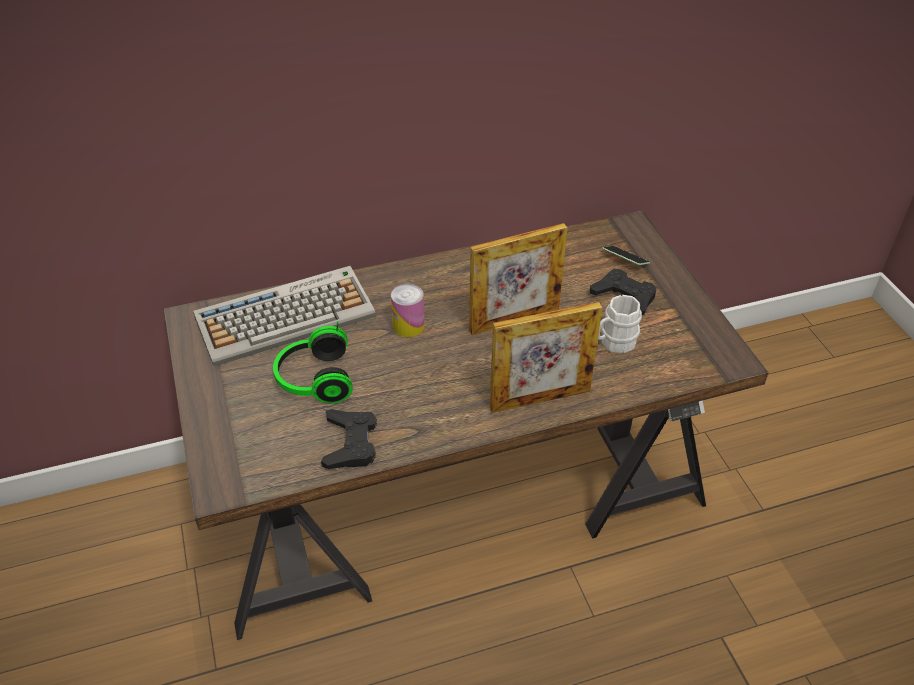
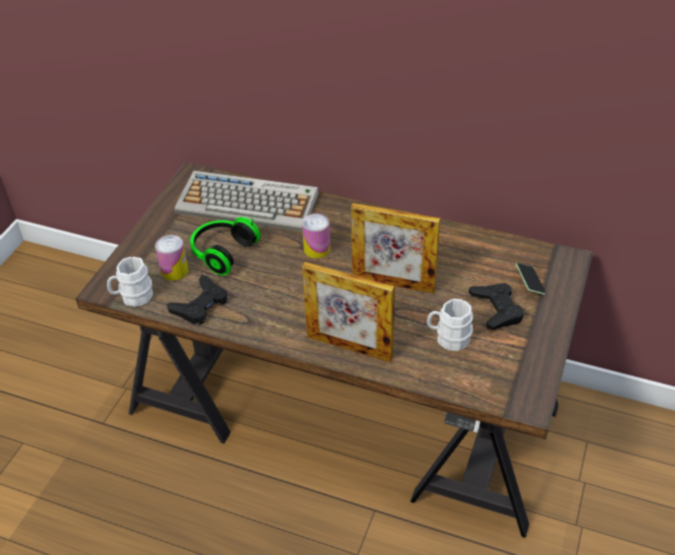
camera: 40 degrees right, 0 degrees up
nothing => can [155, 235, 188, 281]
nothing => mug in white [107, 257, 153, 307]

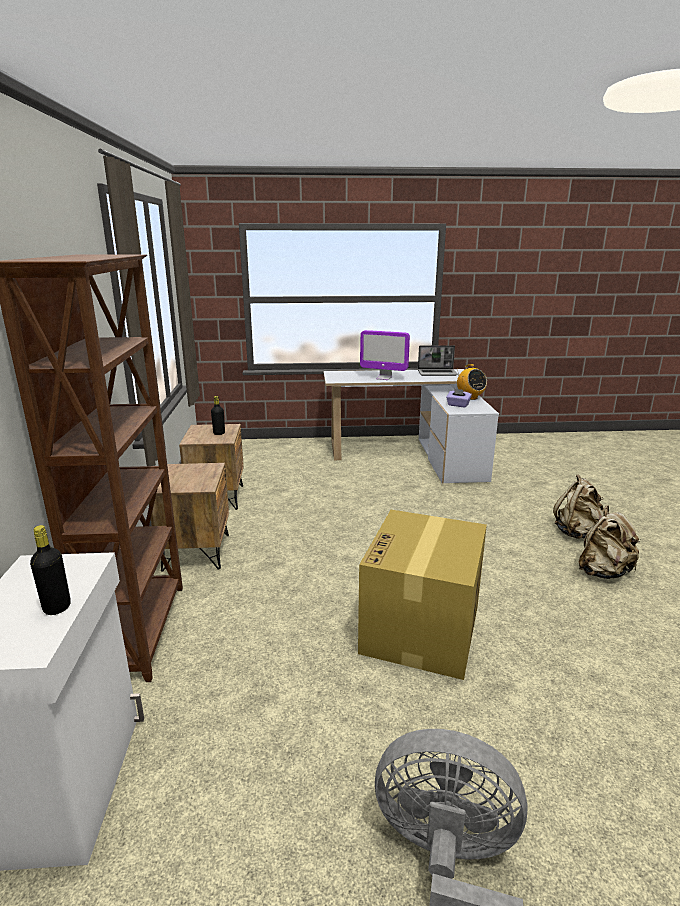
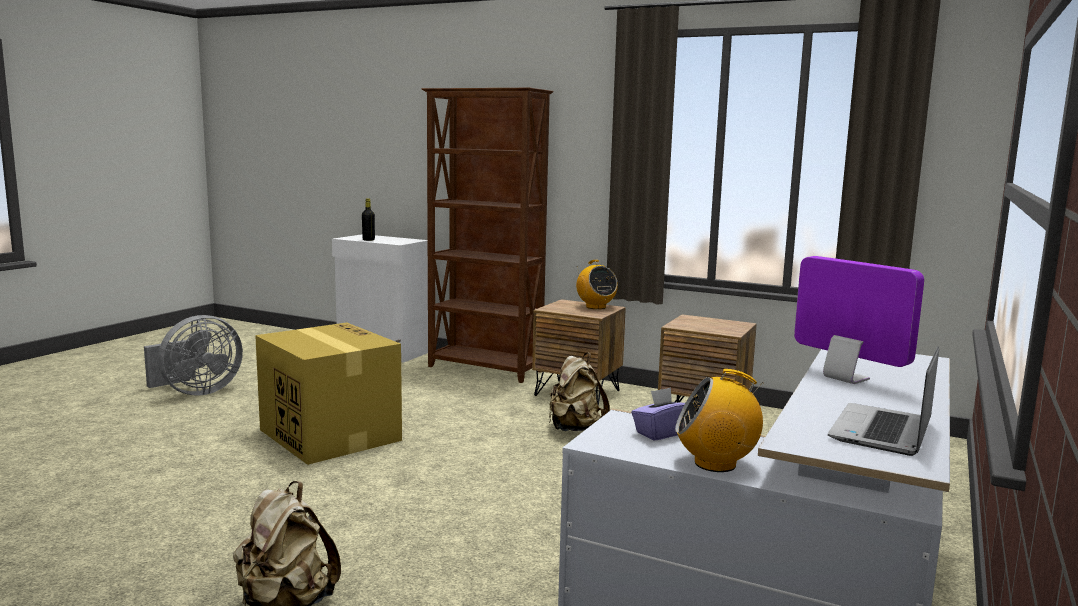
camera: 120 degrees right, 10 degrees down
monitor [360, 330, 410, 380] => monitor [794, 256, 924, 384], 90 degrees clockwise
bottle in black [211, 396, 225, 435] => nothing
backpack in beige [579, 505, 641, 579] => backpack in beige [549, 353, 610, 431], shifted
nothing => radio [576, 260, 618, 309]

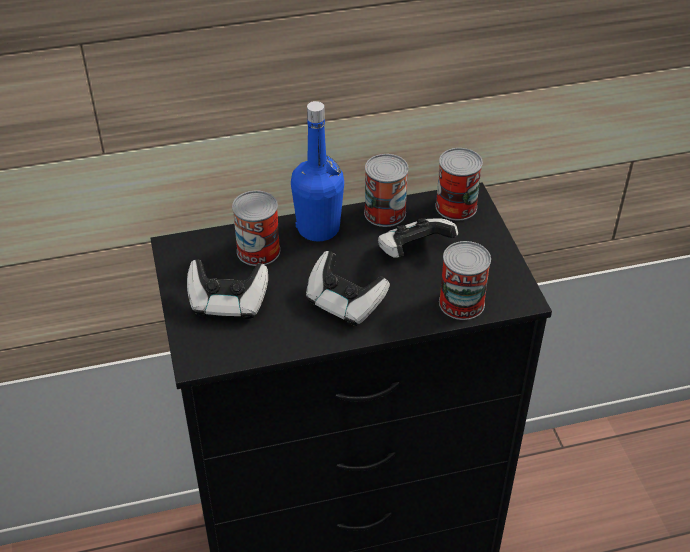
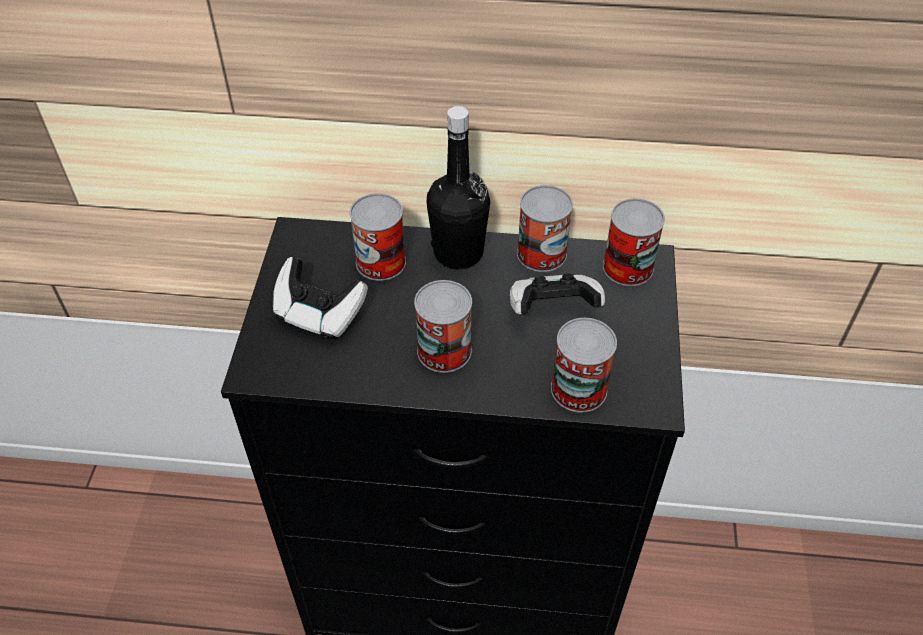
camera: 20 degrees right, 5 degrees up
bottle in blue [291, 101, 344, 242] => bottle in black [426, 106, 490, 269]
game controller [306, 251, 390, 326] => can [414, 280, 472, 373]

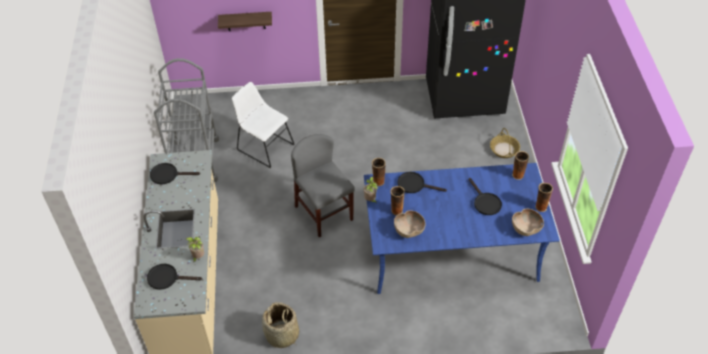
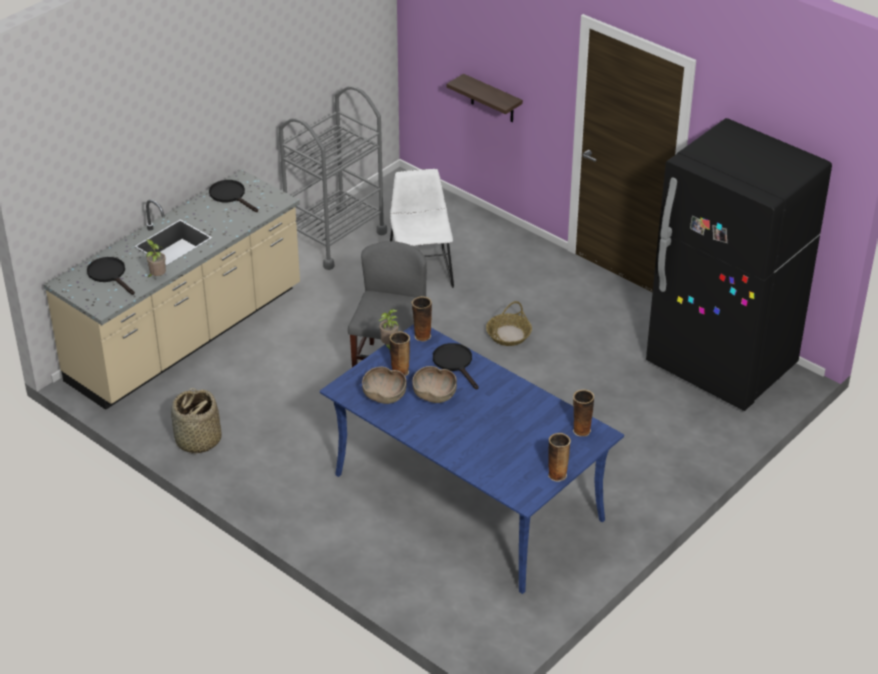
camera: 45 degrees right, 10 degrees down
basket [490, 128, 520, 158] => basket [486, 301, 532, 346], shifted
frying pan in black [469, 178, 502, 215] => nothing
bowl in brown [512, 209, 544, 236] => bowl in brown [412, 366, 457, 403], shifted

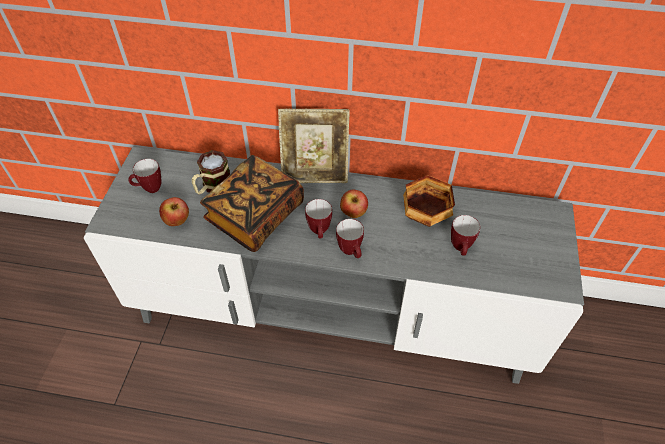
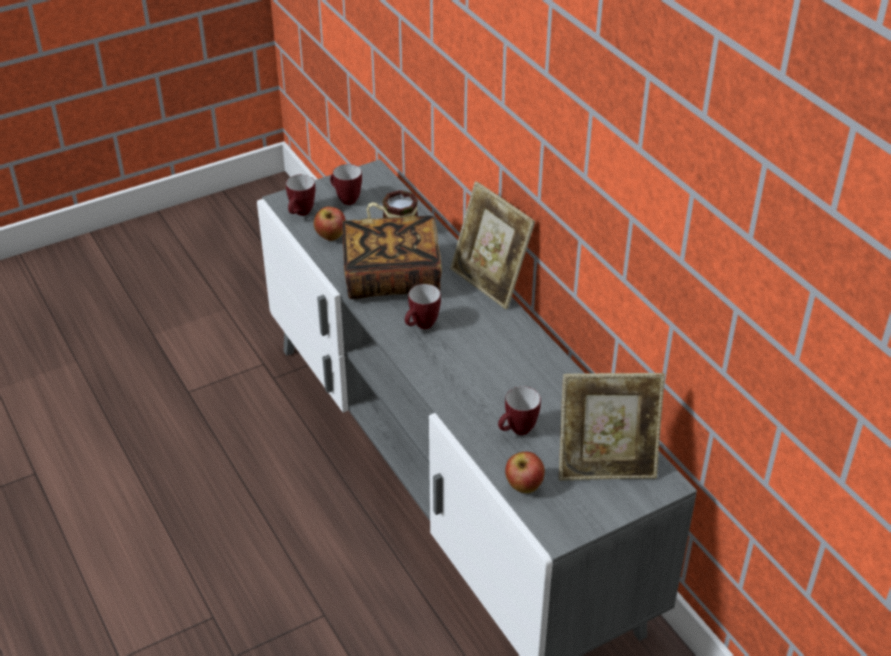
camera: 50 degrees right, 10 degrees down
bowl [403, 175, 455, 227] => nothing
apple [340, 189, 368, 218] => apple [505, 452, 545, 493], shifted
mug [336, 219, 364, 258] => mug [286, 174, 315, 216], shifted
nothing => picture frame [559, 373, 665, 481]

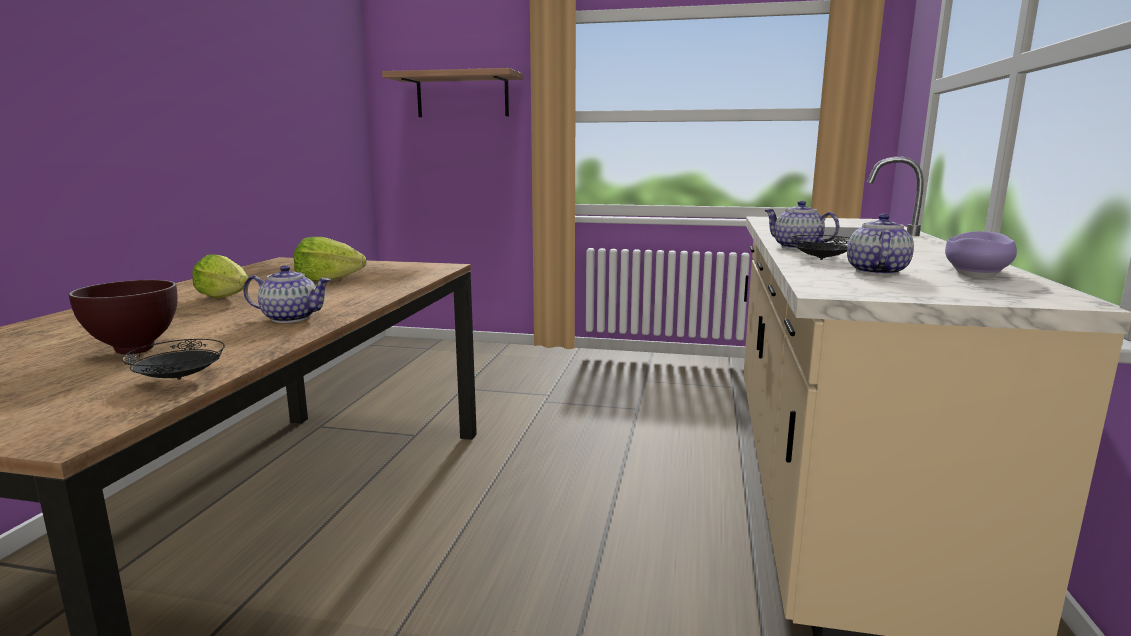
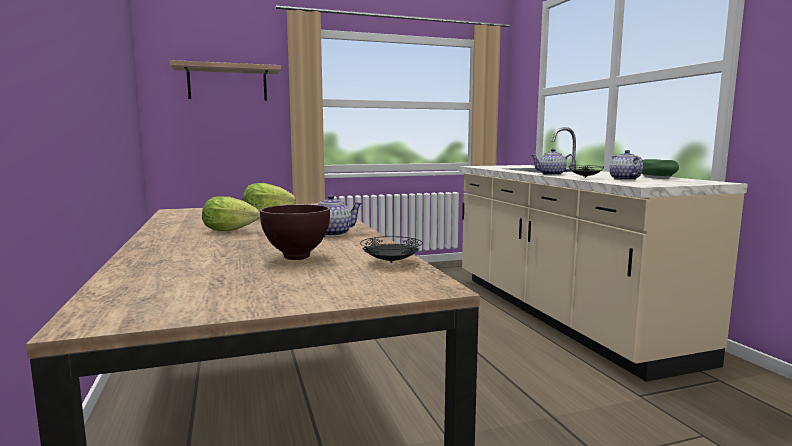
camera: 30 degrees left, 5 degrees down
bowl in purple [945, 231, 1017, 278] => bowl in green [642, 159, 679, 179]

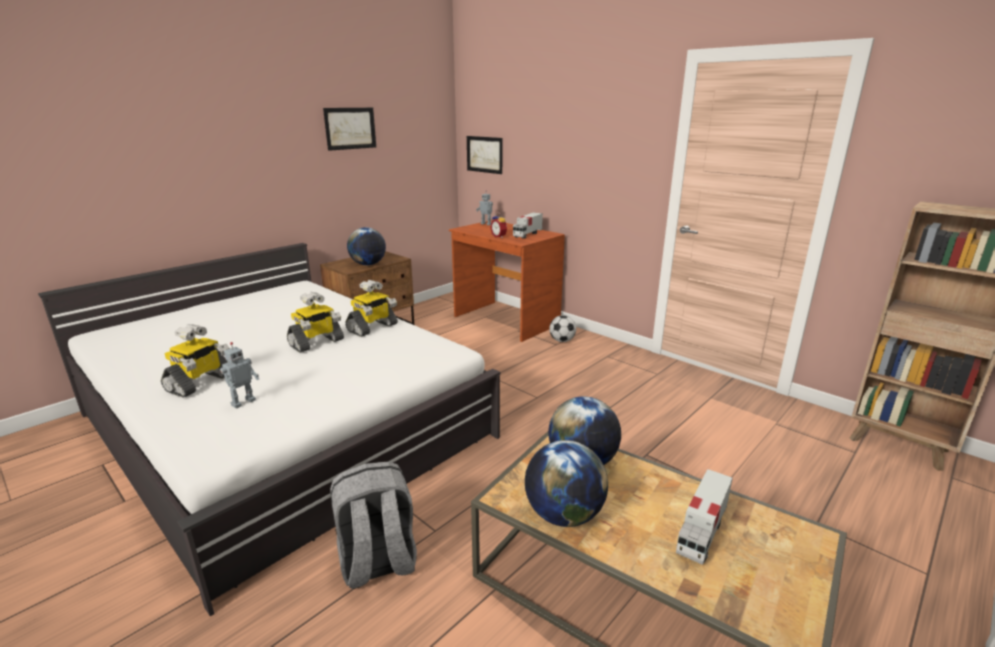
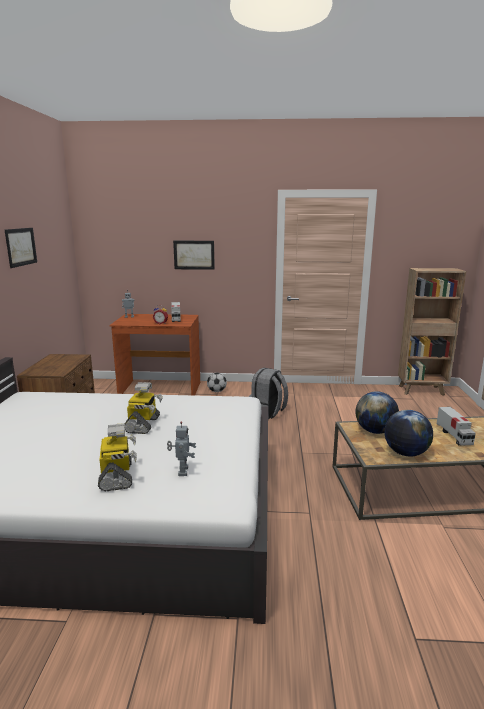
camera: 40 degrees left, 5 degrees down
picture [467, 136, 502, 174] => picture [173, 241, 215, 270], shifted
globe [347, 227, 386, 265] => nothing
toy robot [345, 280, 398, 337] => nothing
backpack in grey [330, 461, 417, 589] => backpack in grey [249, 368, 288, 419], shifted

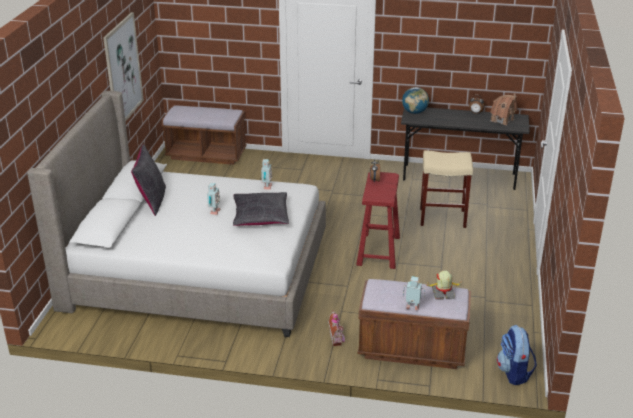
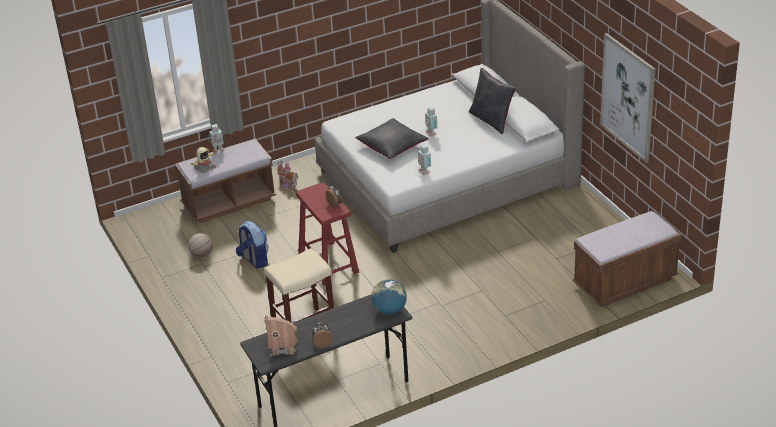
camera: 145 degrees right, 5 degrees up
backpack [497, 325, 537, 385] => backpack [236, 221, 269, 269], shifted
nothing => basketball [189, 233, 213, 257]

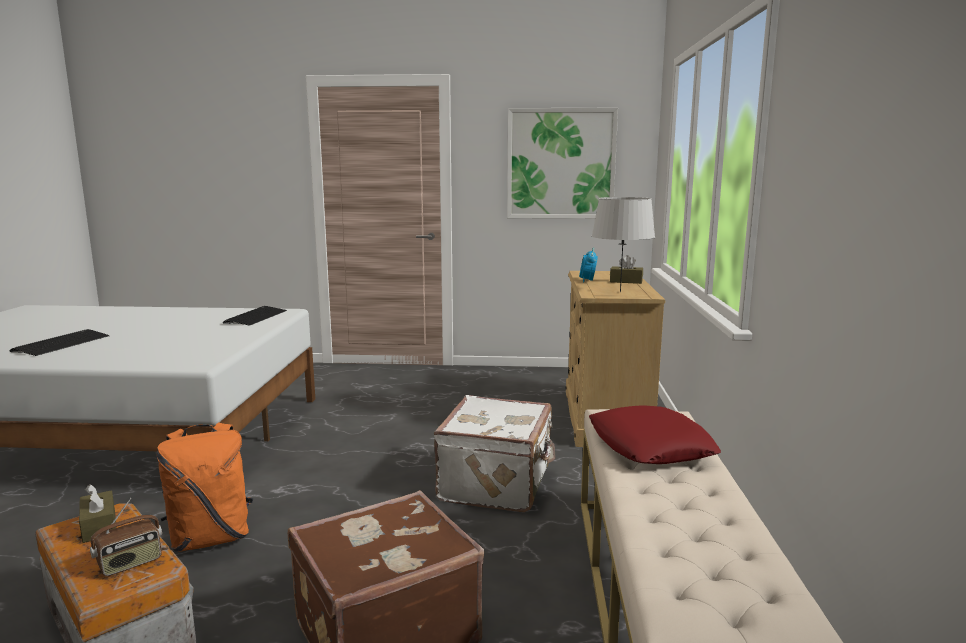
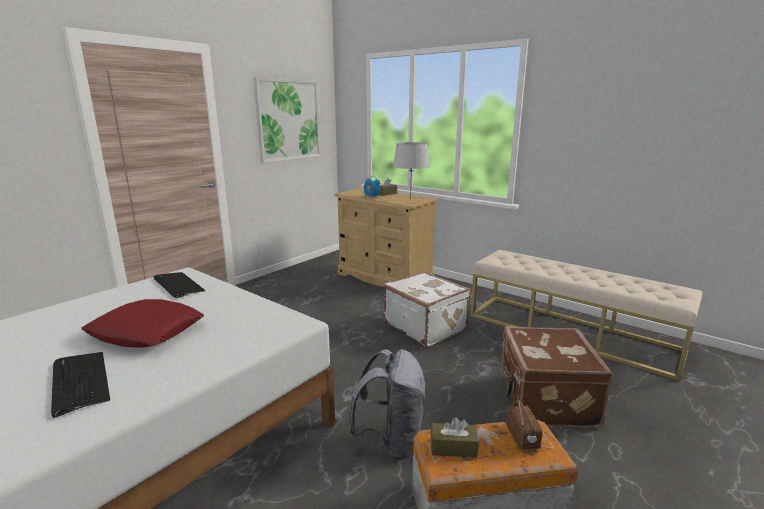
camera: 55 degrees left, 5 degrees up
pillow in red [589, 405, 721, 464] => pillow in red [81, 299, 204, 348], shifted
backpack in orange [157, 422, 253, 552] => backpack in grey [348, 349, 426, 460]

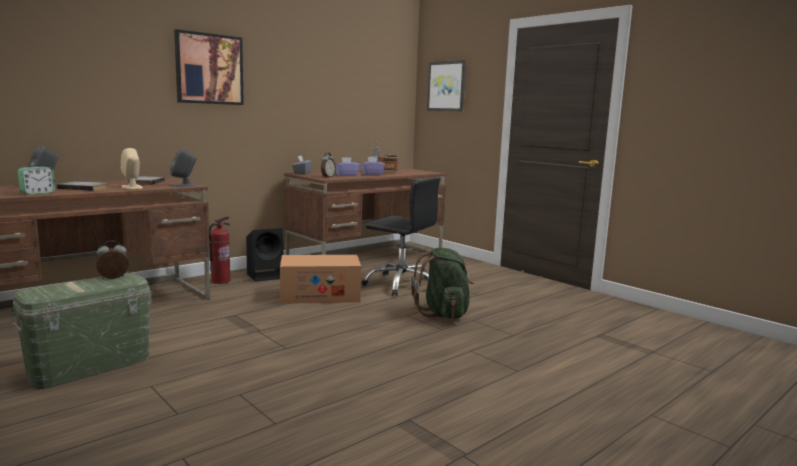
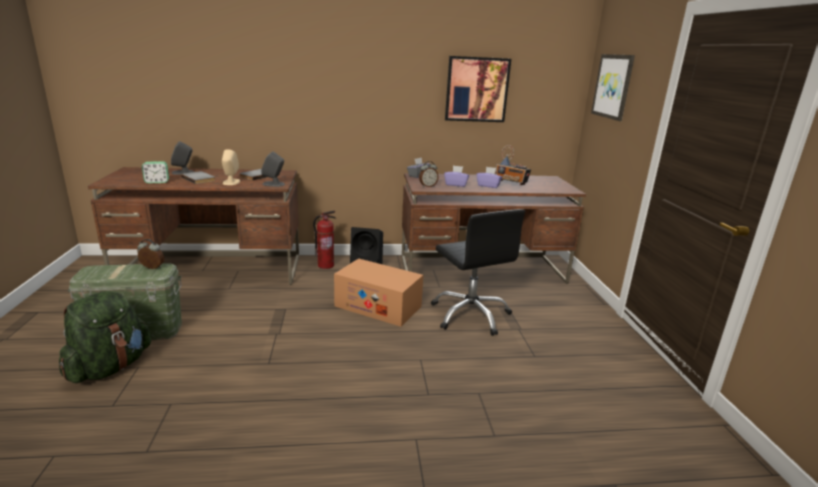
camera: 35 degrees right, 10 degrees up
picture [174, 29, 244, 105] => picture [445, 56, 511, 122], shifted
backpack in green [411, 248, 474, 319] => backpack in green [59, 291, 151, 383], shifted

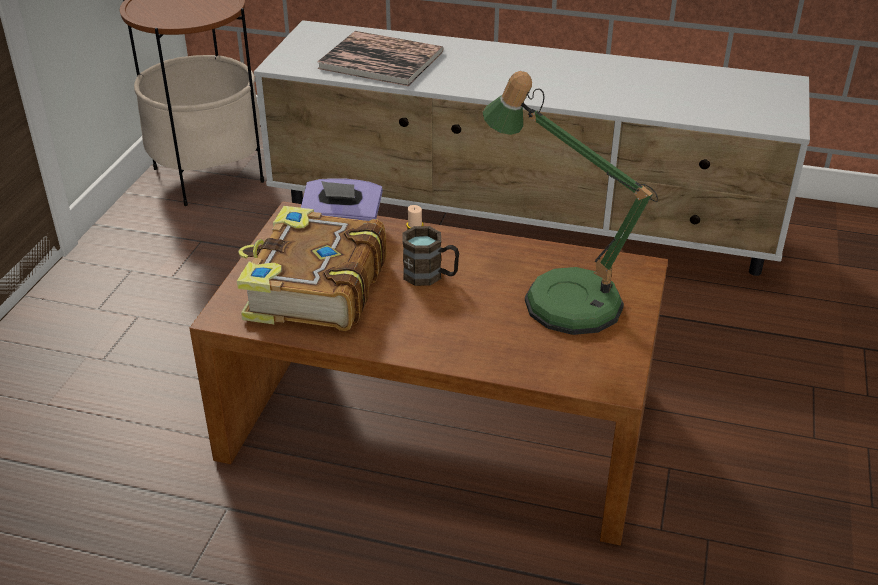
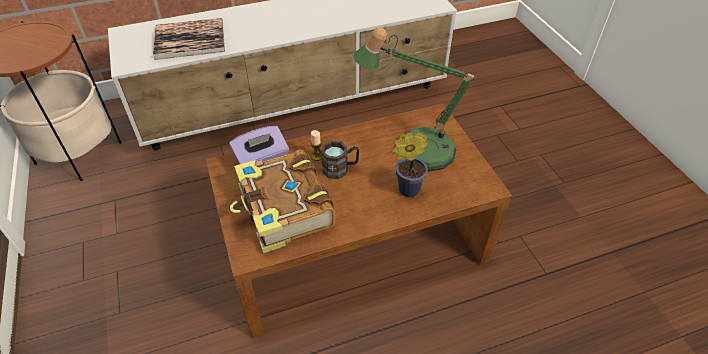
camera: 35 degrees left, 10 degrees up
nothing => potted plant [392, 133, 428, 197]

